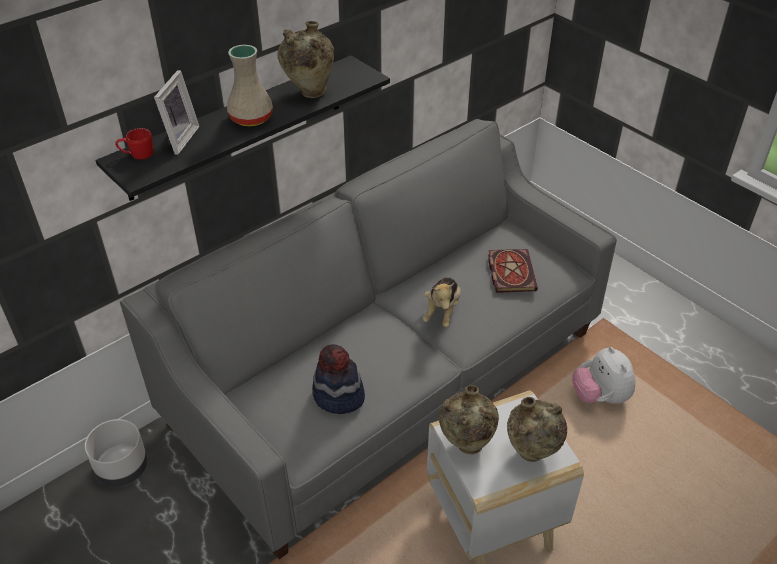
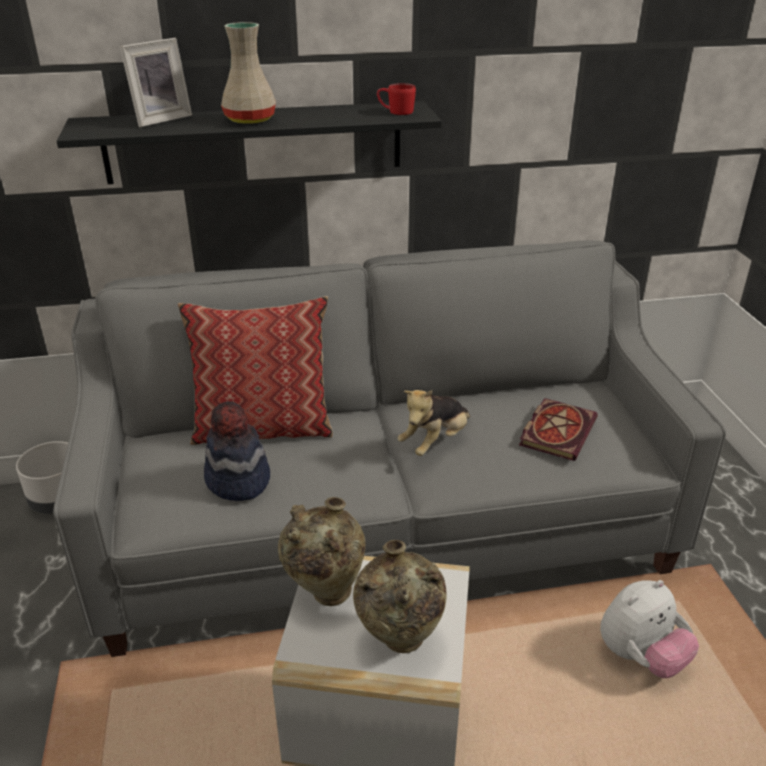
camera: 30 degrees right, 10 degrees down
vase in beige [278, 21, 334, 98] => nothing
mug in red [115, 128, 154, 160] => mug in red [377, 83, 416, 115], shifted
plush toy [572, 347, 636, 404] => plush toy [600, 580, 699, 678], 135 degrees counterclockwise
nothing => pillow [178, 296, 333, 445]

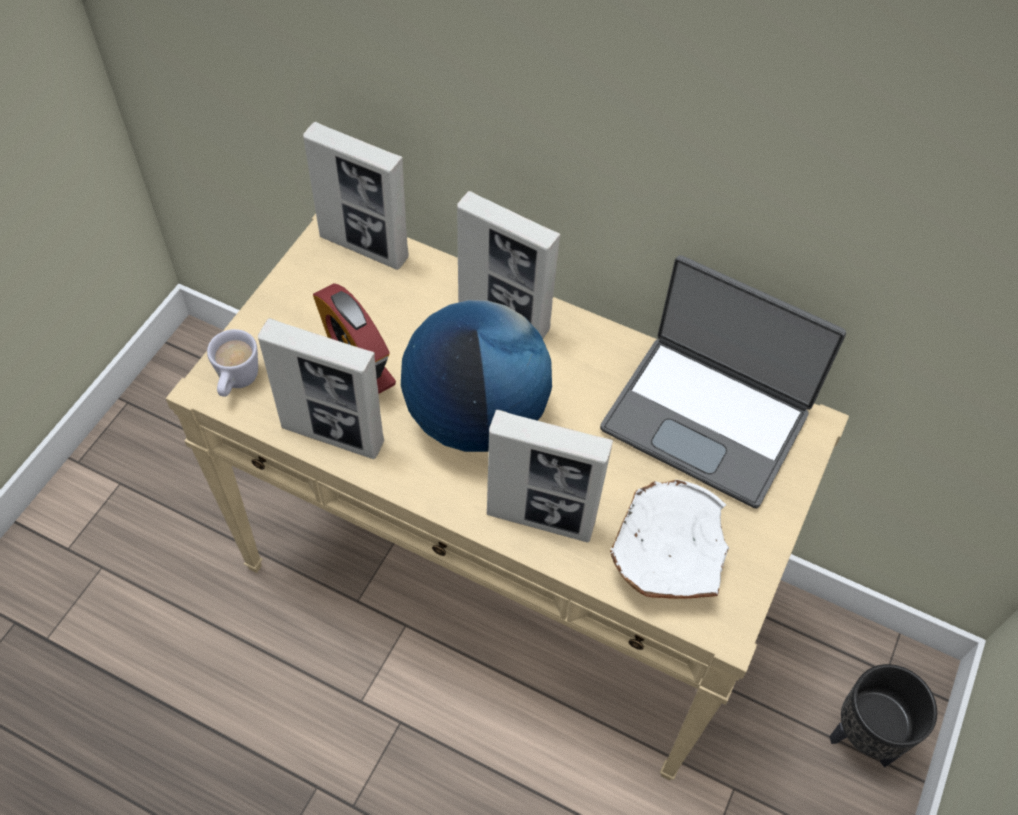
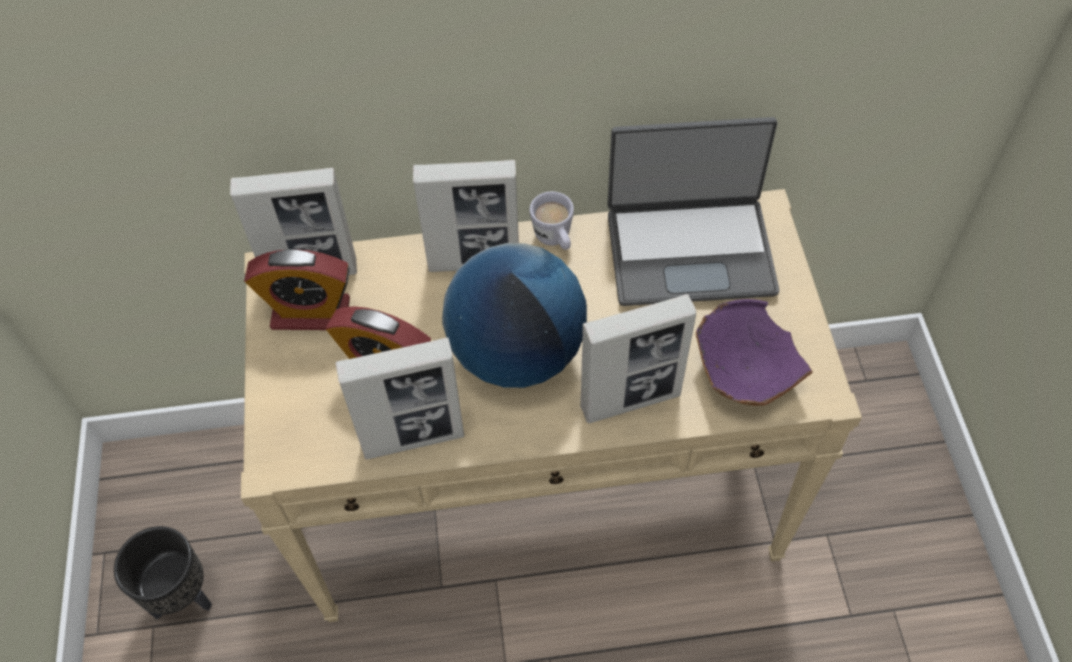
camera: 30 degrees left, 0 degrees up
mug in white [207, 329, 258, 397] => mug in white [529, 192, 574, 250], shifted
bowl in white [610, 480, 729, 599] => bowl in purple [696, 299, 813, 406]
planter in black [829, 664, 937, 767] => planter in black [114, 526, 212, 619], shifted
nothing => alarm clock [244, 249, 350, 330]

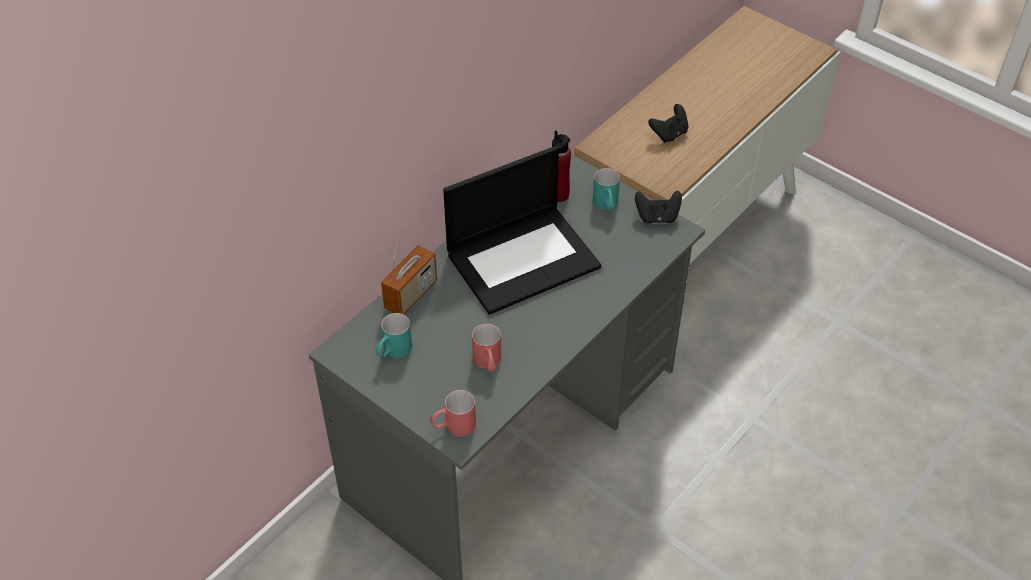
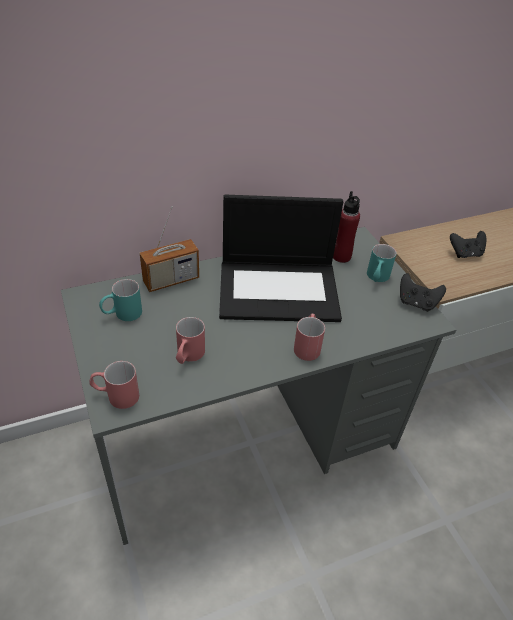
camera: 25 degrees right, 5 degrees down
nothing => mug in red [294, 314, 325, 361]

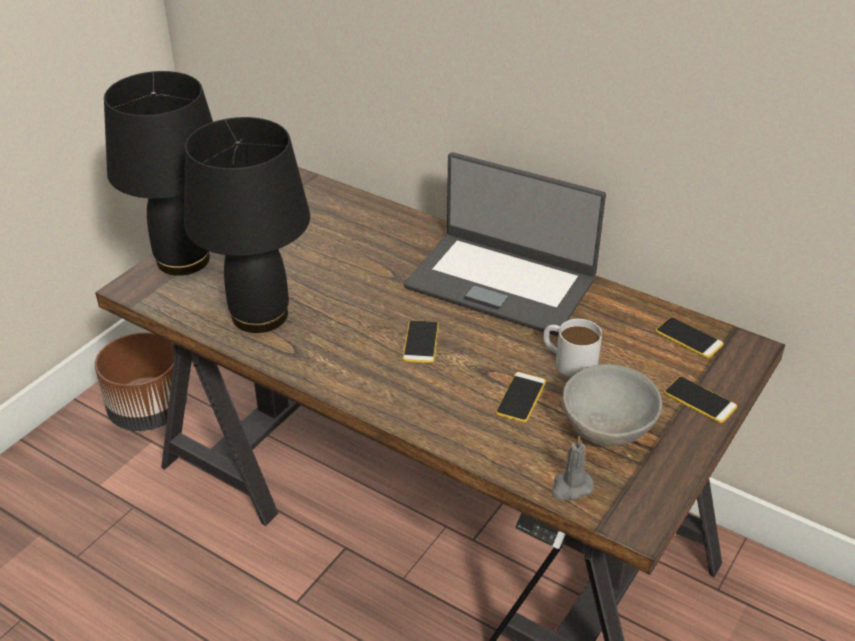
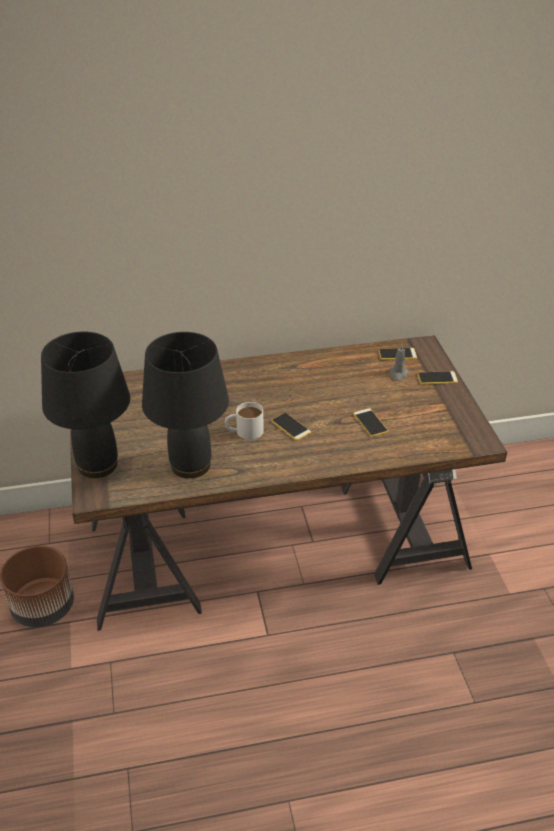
camera: 45 degrees left, 0 degrees up
laptop [404, 152, 606, 336] => nothing
mug in white [543, 319, 602, 377] => mug in white [225, 402, 264, 440], shifted
bowl in grey [562, 364, 662, 446] => nothing
candle in grey [551, 435, 594, 500] => candle in grey [389, 344, 409, 381], shifted

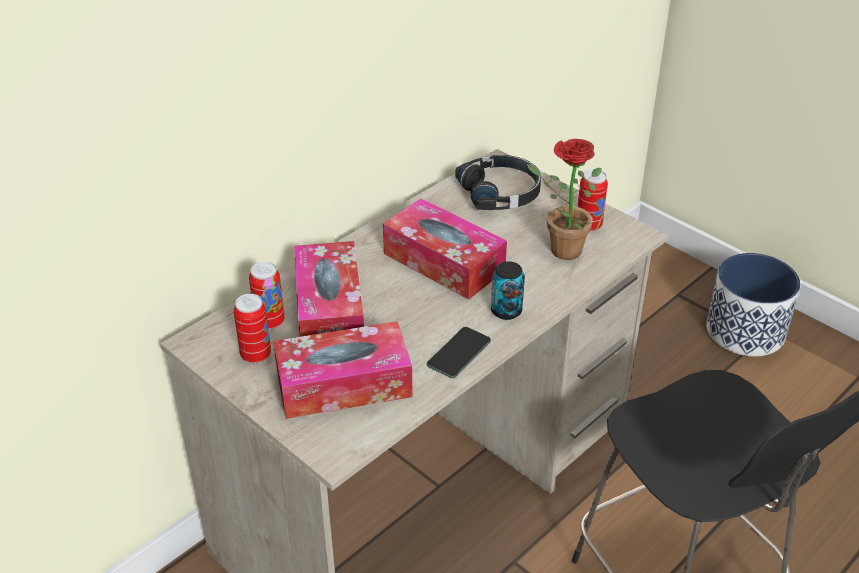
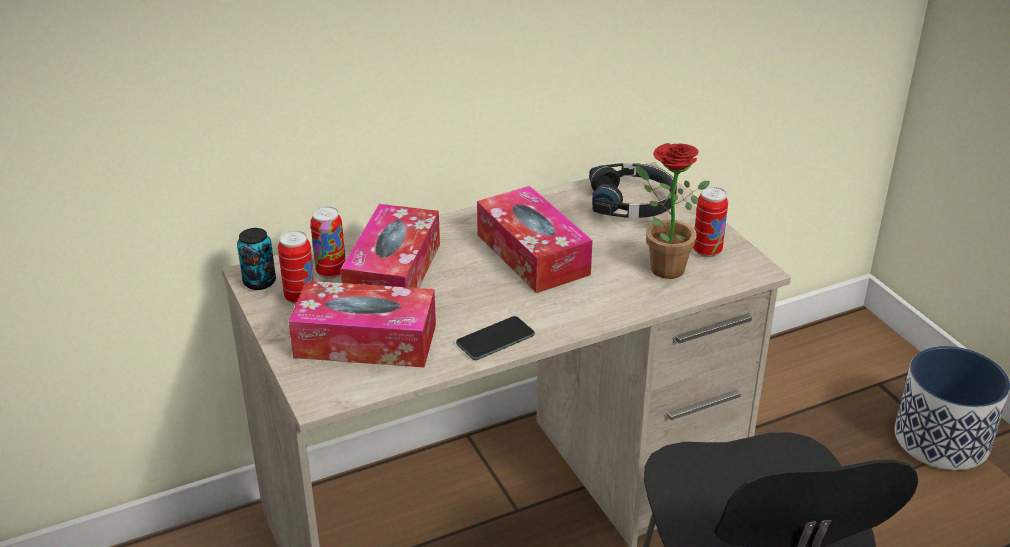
camera: 20 degrees right, 5 degrees down
can [491, 261, 525, 320] => can [237, 228, 276, 290], shifted

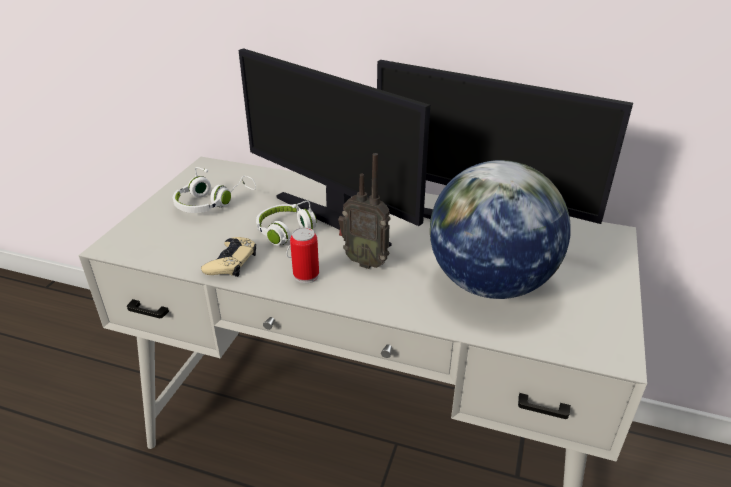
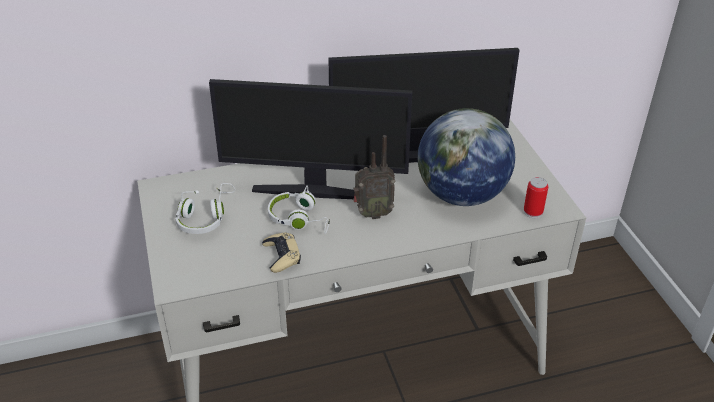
camera: 35 degrees left, 5 degrees up
can [290, 227, 319, 283] => can [524, 177, 548, 218], shifted

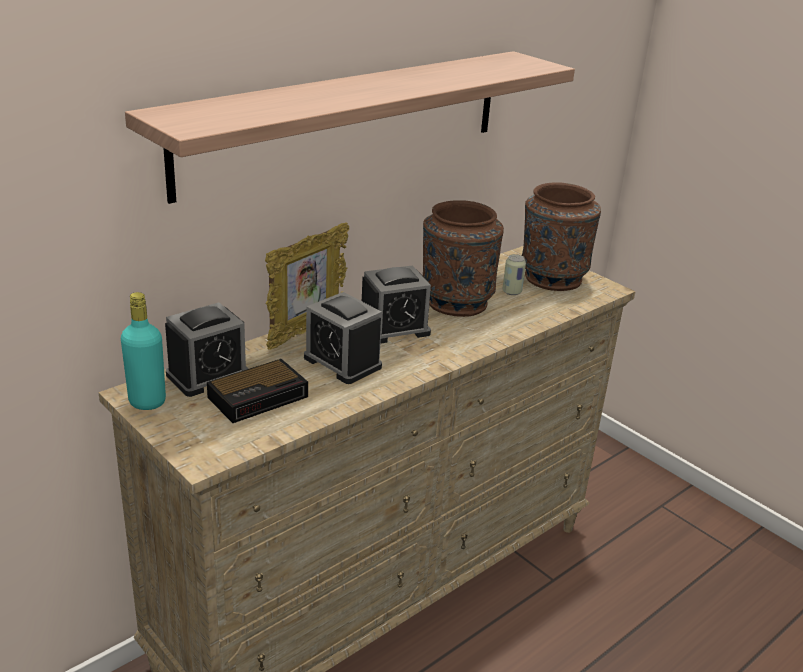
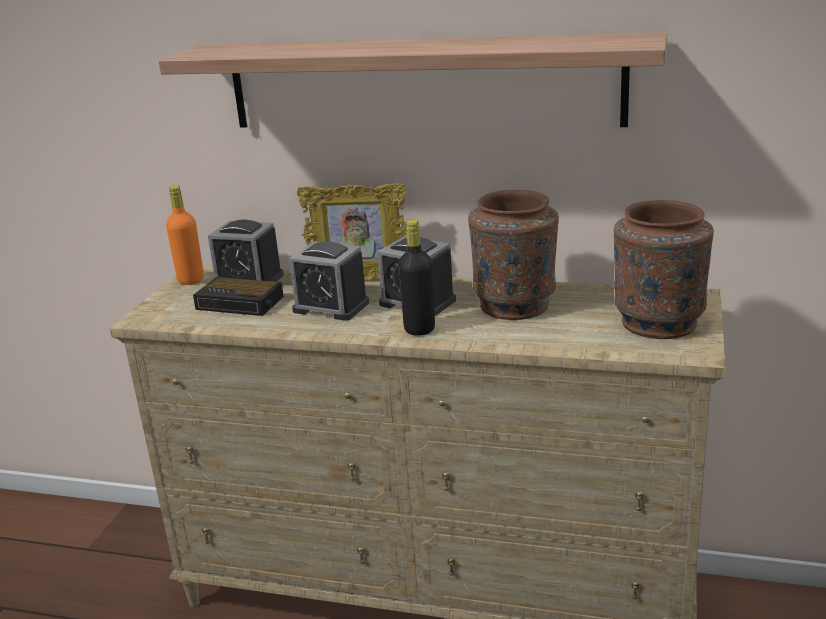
camera: 60 degrees right, 5 degrees down
can [502, 254, 526, 295] => nothing
bottle in turquoise [121, 292, 166, 410] => bottle in orange [166, 185, 204, 285]
alarm clock [304, 292, 382, 384] => alarm clock [289, 242, 369, 321], 75 degrees counterclockwise
nothing => bottle in black [398, 220, 435, 336]

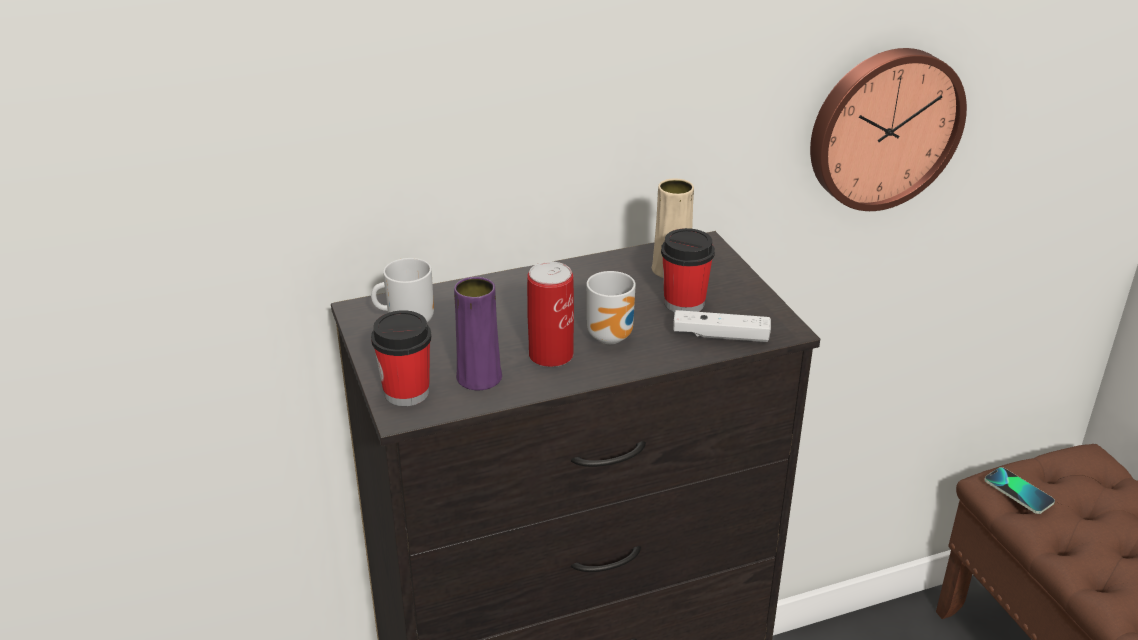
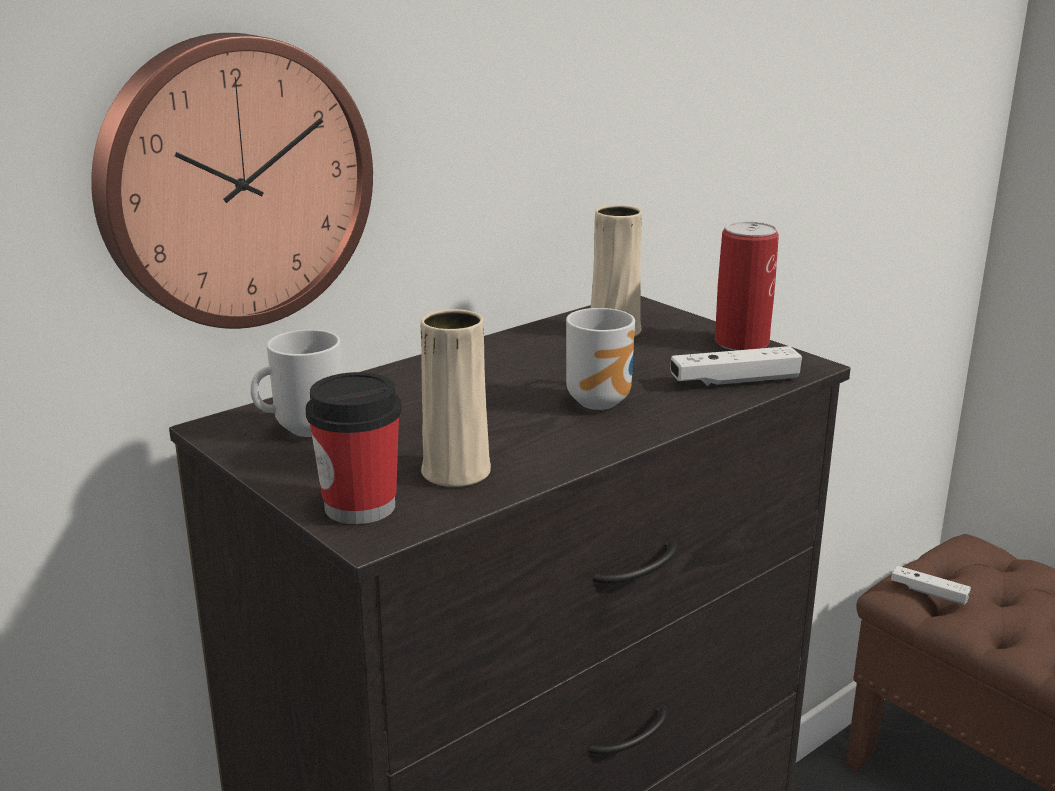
camera: 20 degrees left, 10 degrees down
wall clock [810, 48, 967, 211] => wall clock [91, 33, 373, 329], shifted
cup [661, 228, 715, 312] => nothing
can [527, 261, 574, 367] => can [715, 221, 779, 351], shifted
vase in purple [454, 277, 502, 391] => vase in beige [420, 309, 491, 487]
phone [984, 467, 1055, 514] => game controller in white [891, 566, 971, 605]

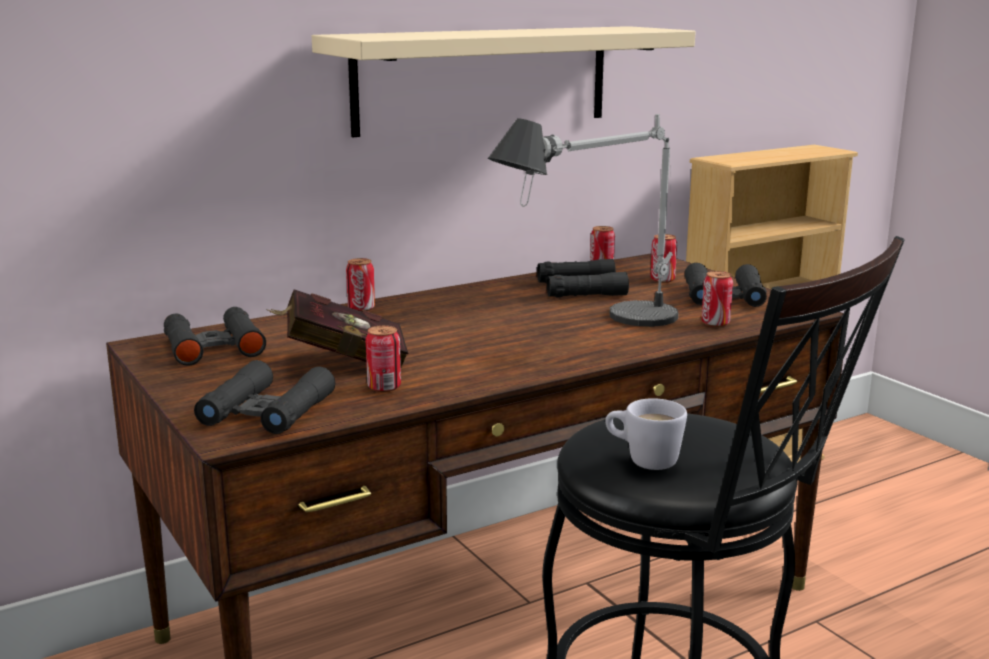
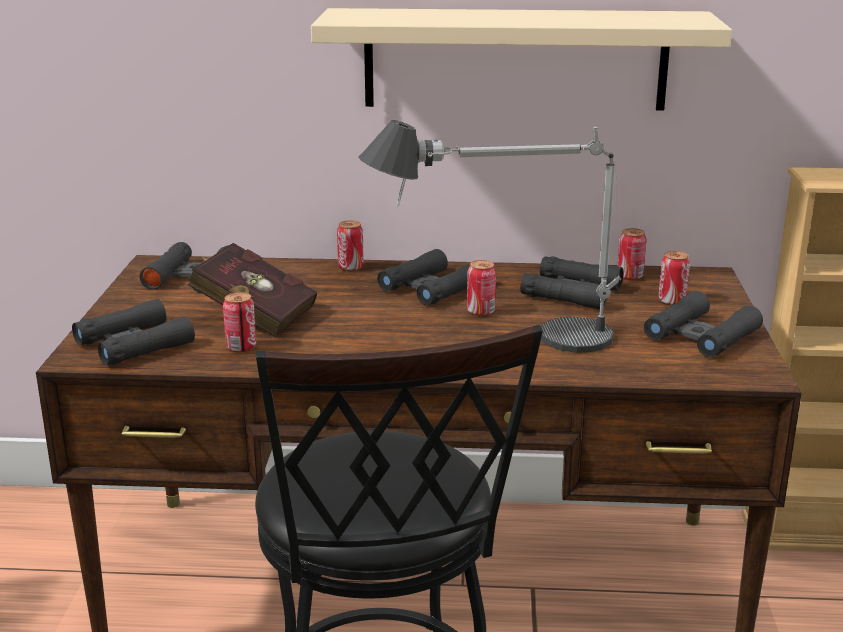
camera: 35 degrees right, 5 degrees up
can [701, 271, 733, 327] => can [467, 260, 496, 316], shifted
mug in white [606, 398, 687, 470] => nothing
nothing => binoculars in black [377, 249, 470, 305]

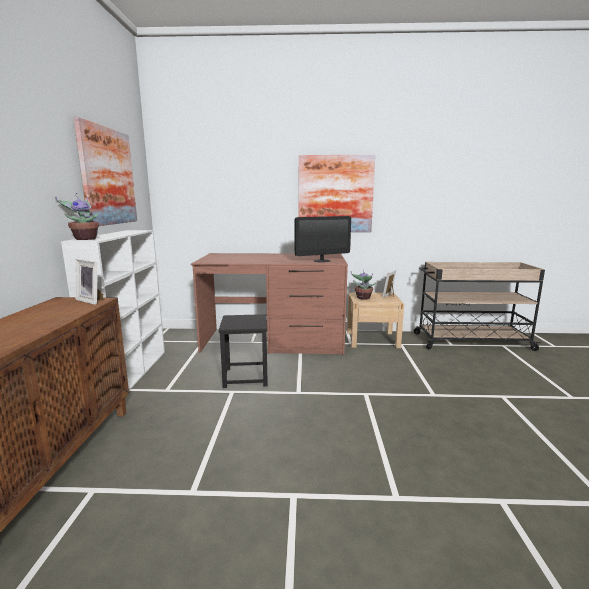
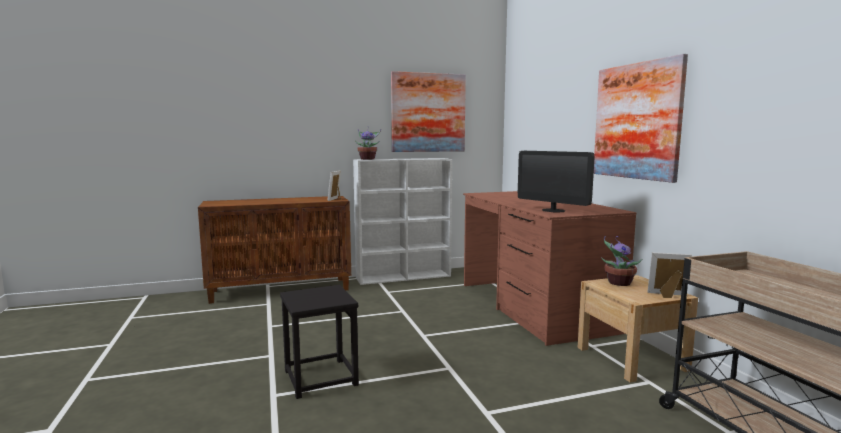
camera: 70 degrees right, 5 degrees down
stool in black [219, 314, 268, 388] => stool in black [280, 285, 359, 399], shifted

